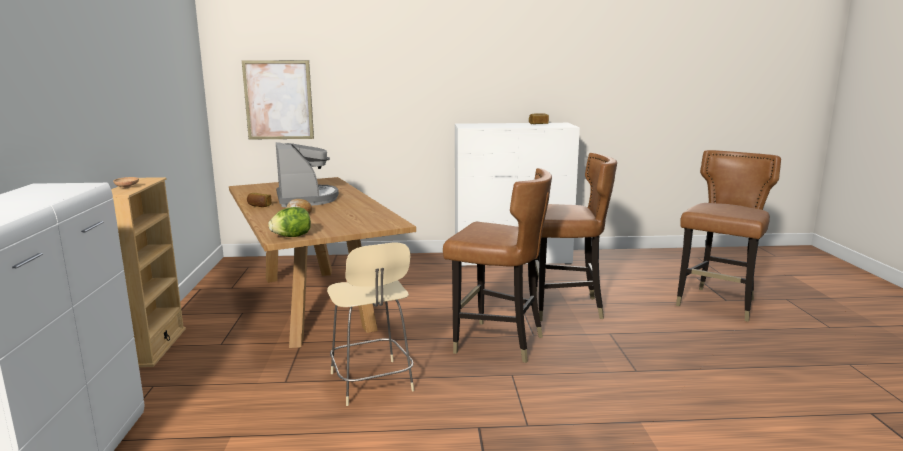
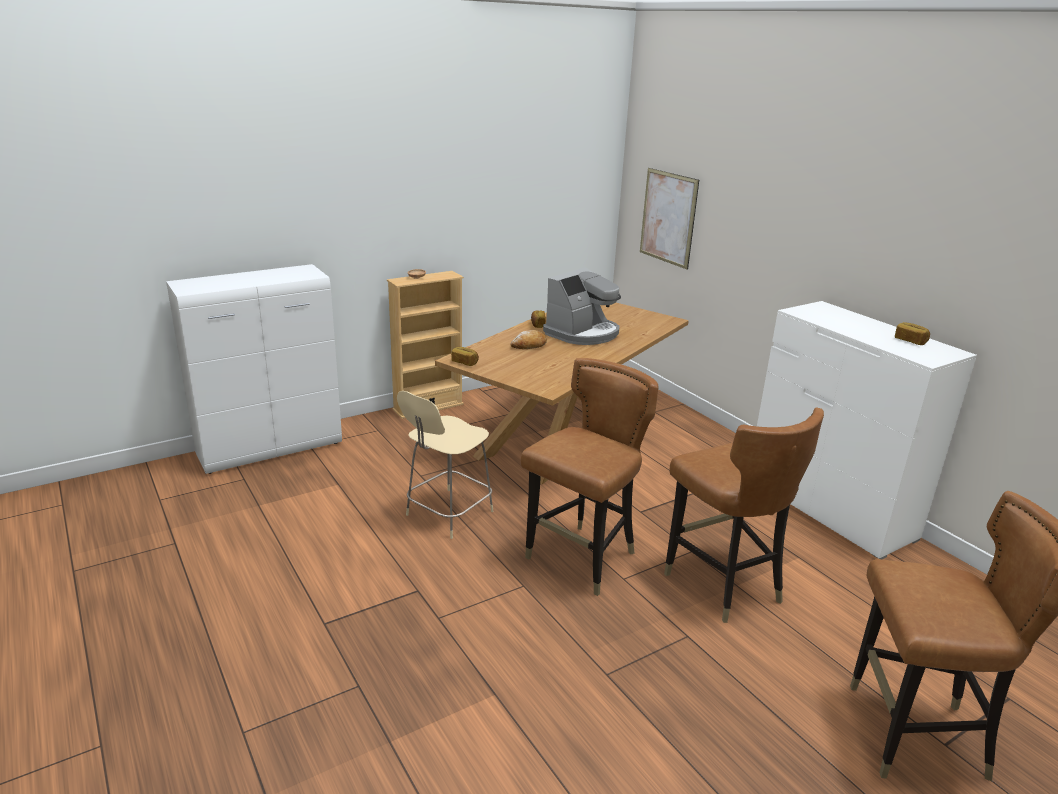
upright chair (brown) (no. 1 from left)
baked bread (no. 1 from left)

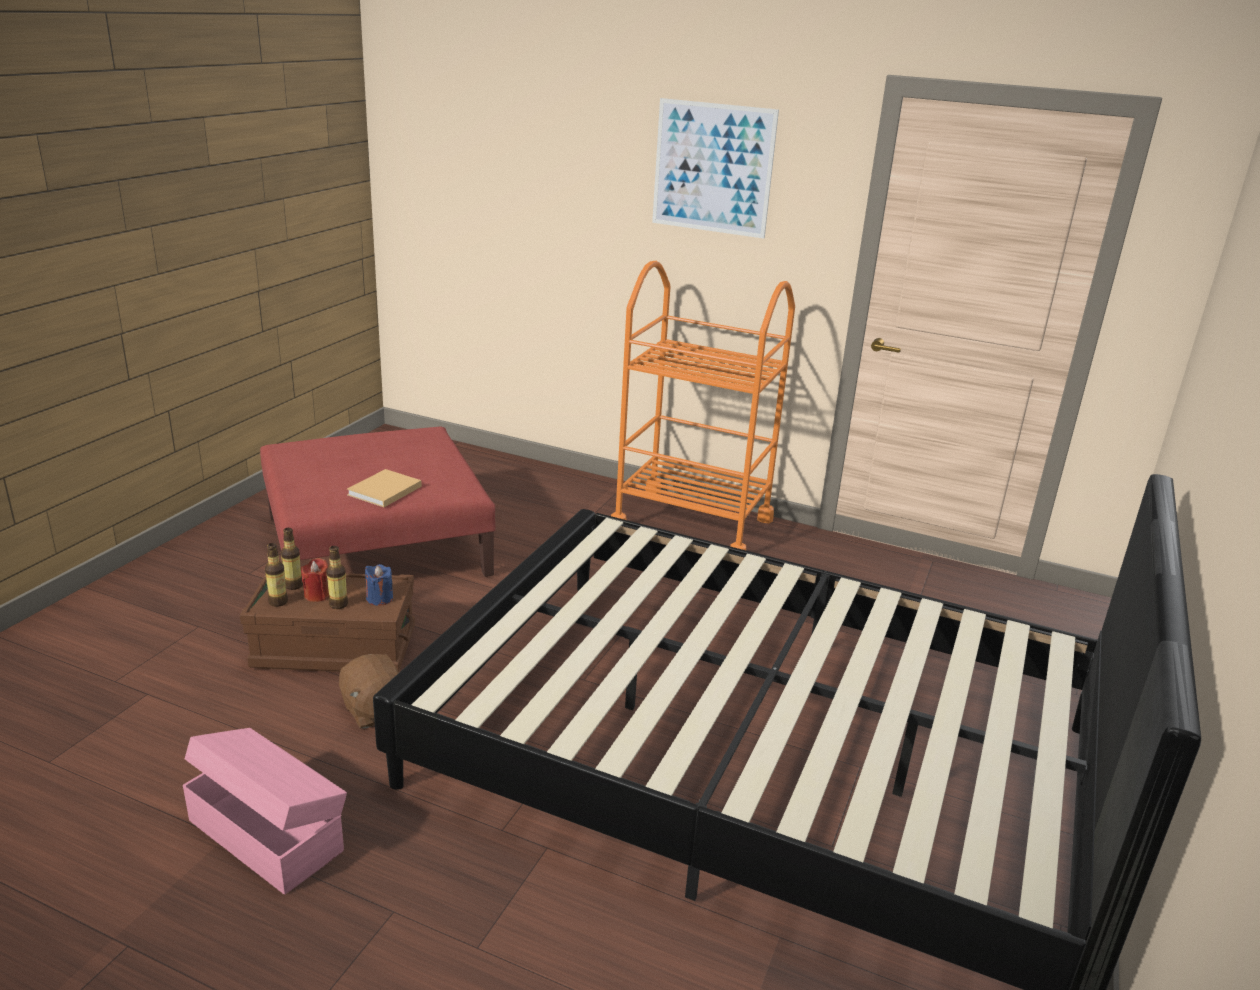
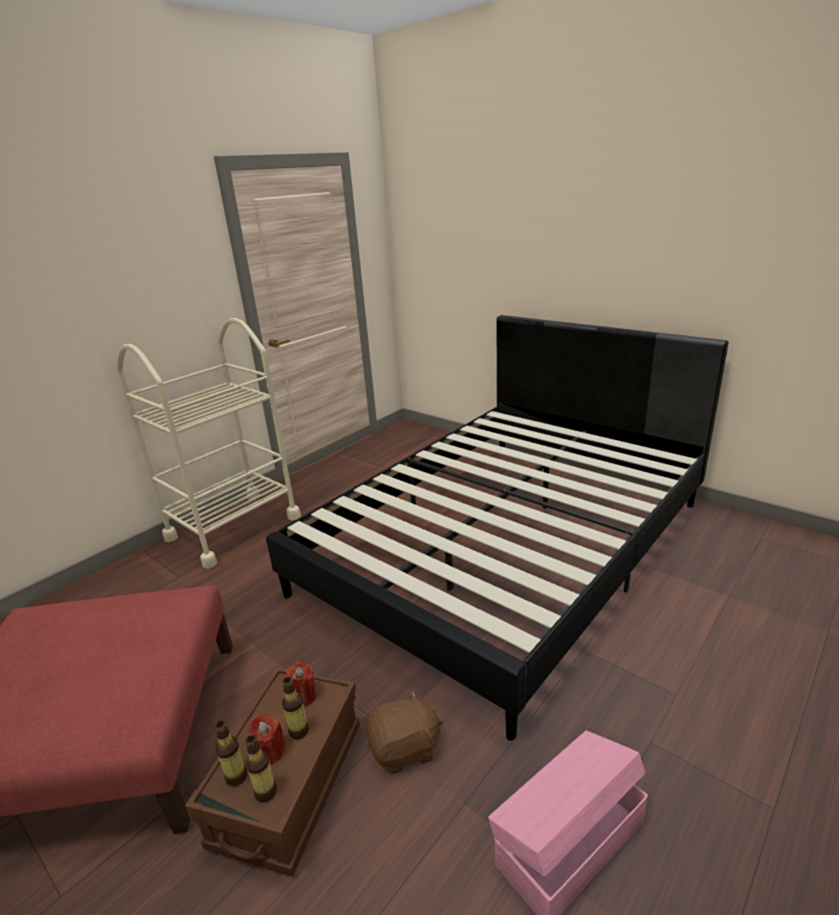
picture
trolley (beige)
book (beige)
candle (red-coloured) (no. 2 from left)

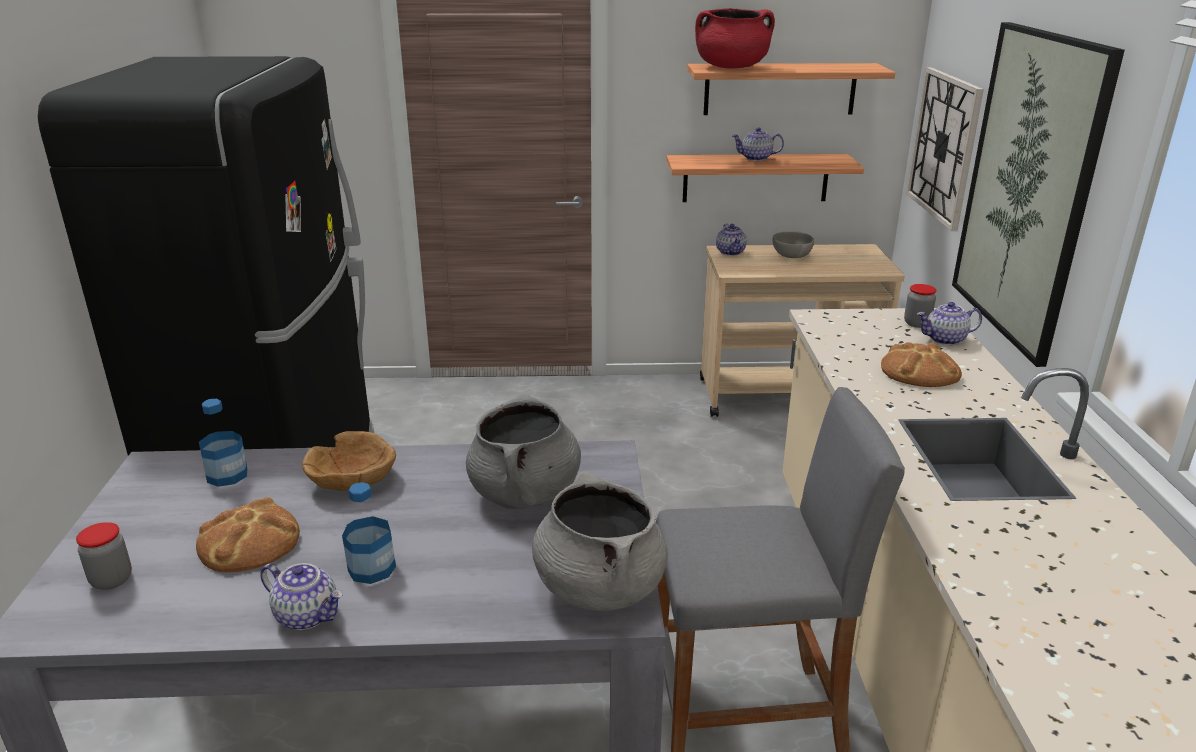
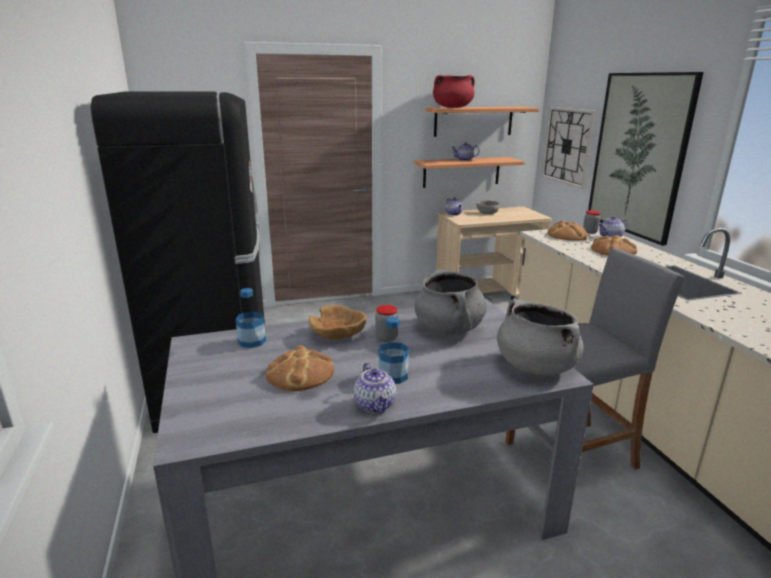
preserve jar (no. 1 from left)
pot for tea (no. 1 from left)
baked bread (no. 2 from left)

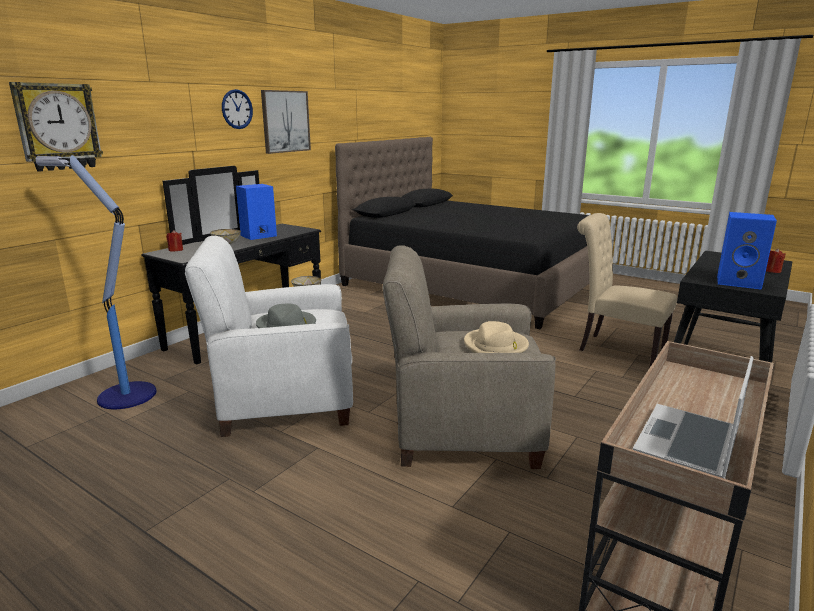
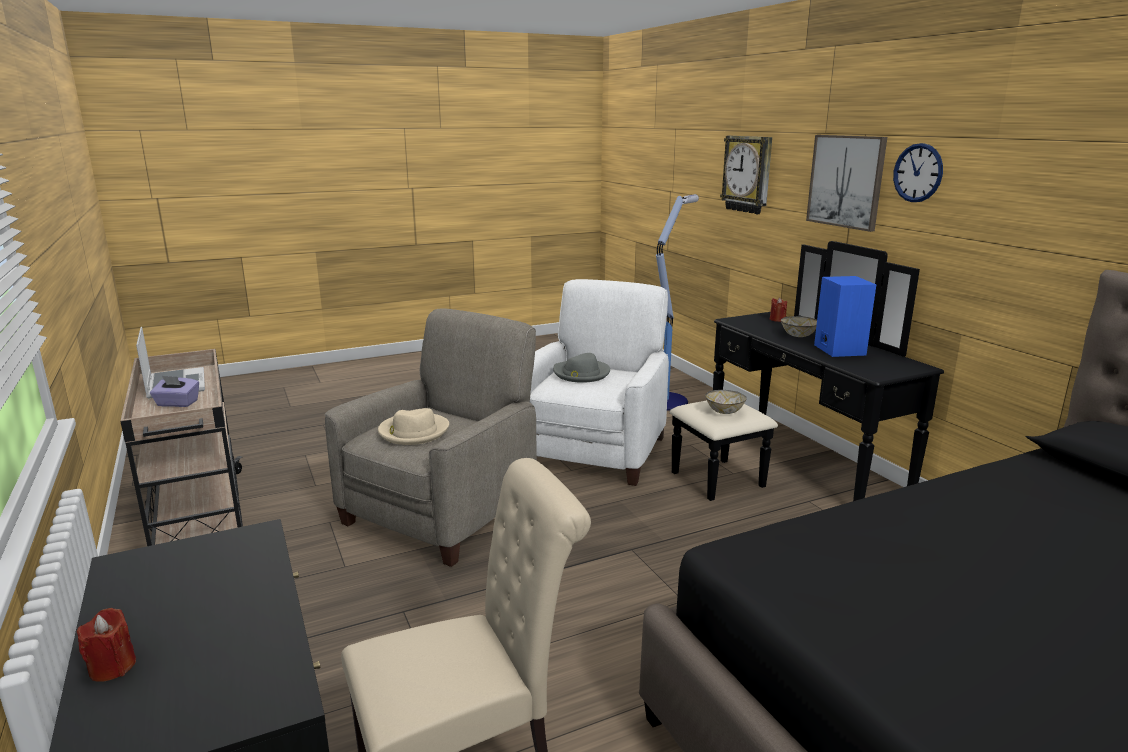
picture
loudspeaker (bluish) (no. 2 from left in the first image)
box of tissues (purple)

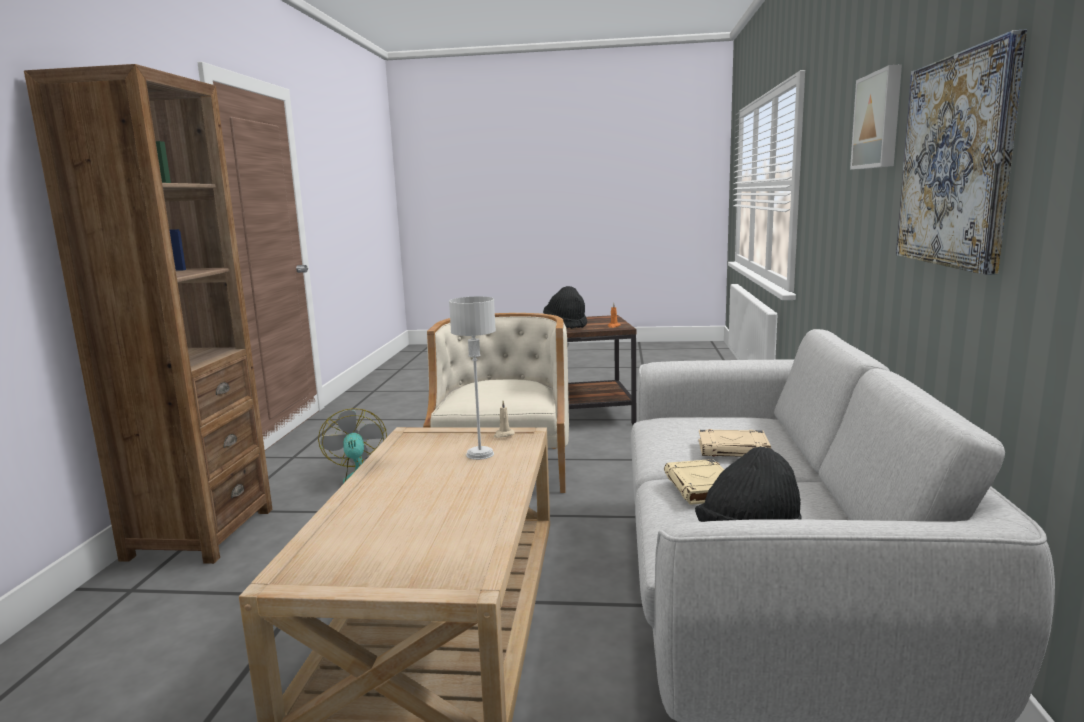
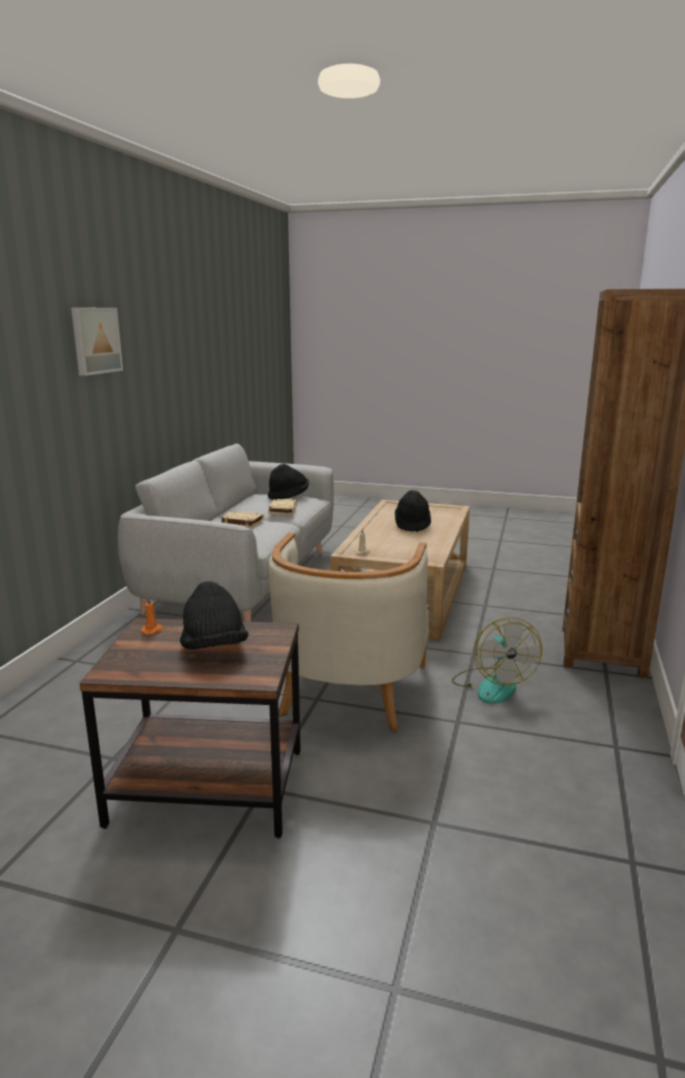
picture (no. 2 from left in the first image)
tabletop lamp (greyish)
hat (black-coloured) (no. 3 from left)

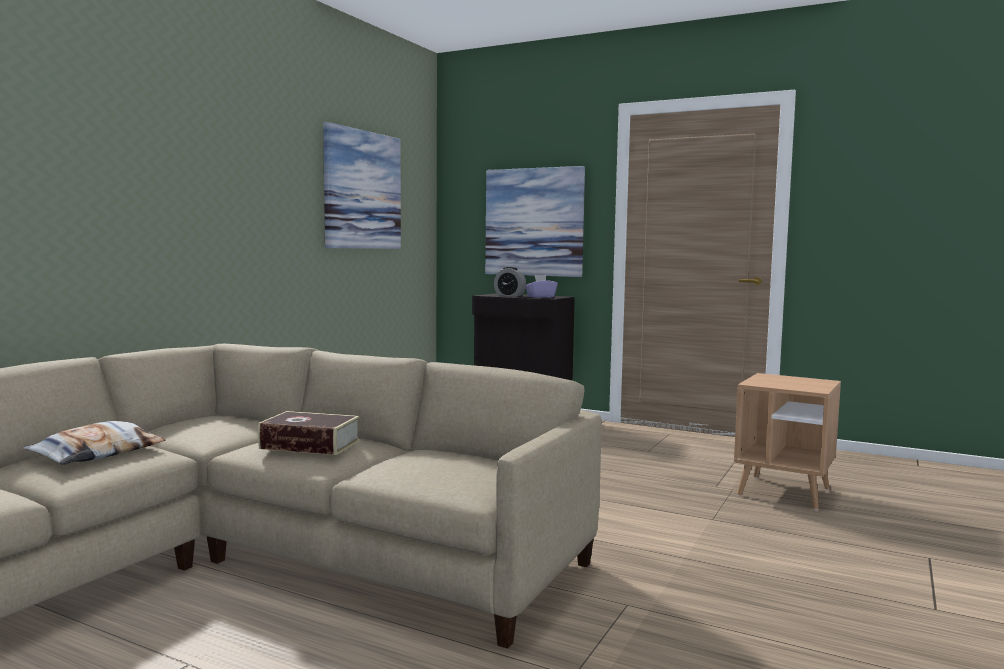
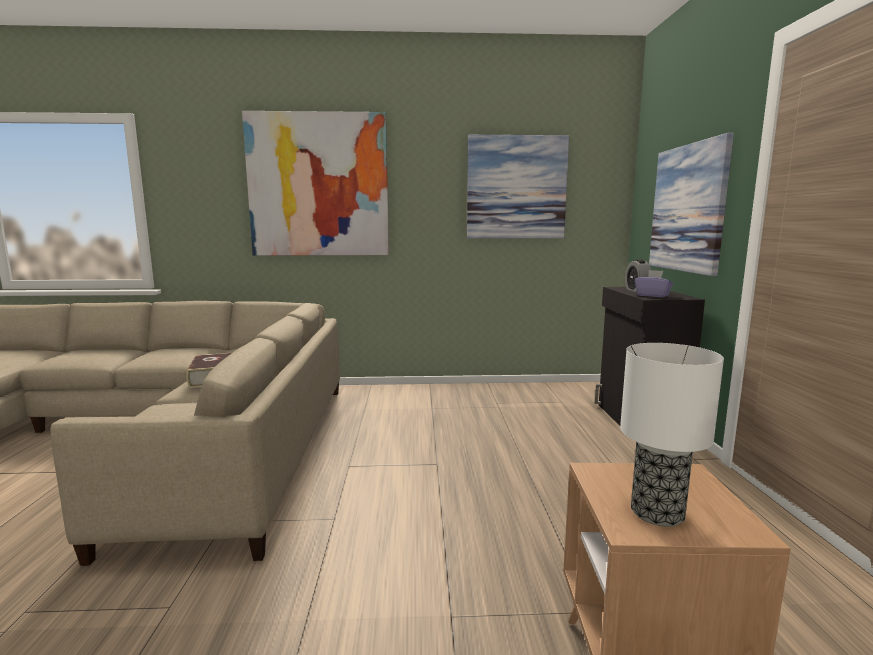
pillow
picture (no. 1 from left)
tabletop lamp

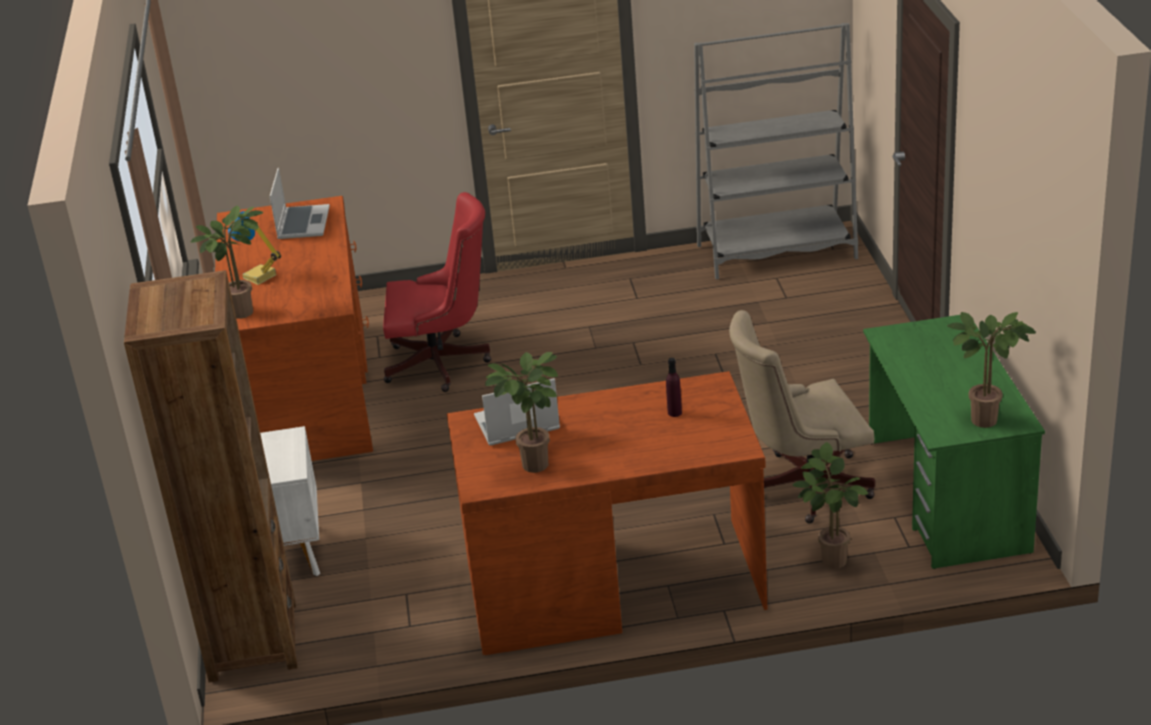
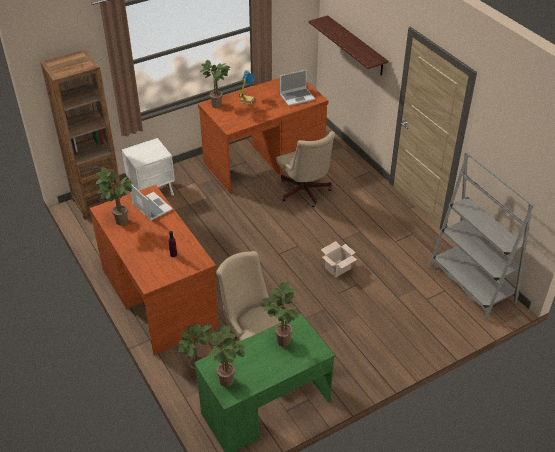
computer chair (beige) (no. 2 from left)
bracket shelf
carton
potted plant (no. 5 from left)

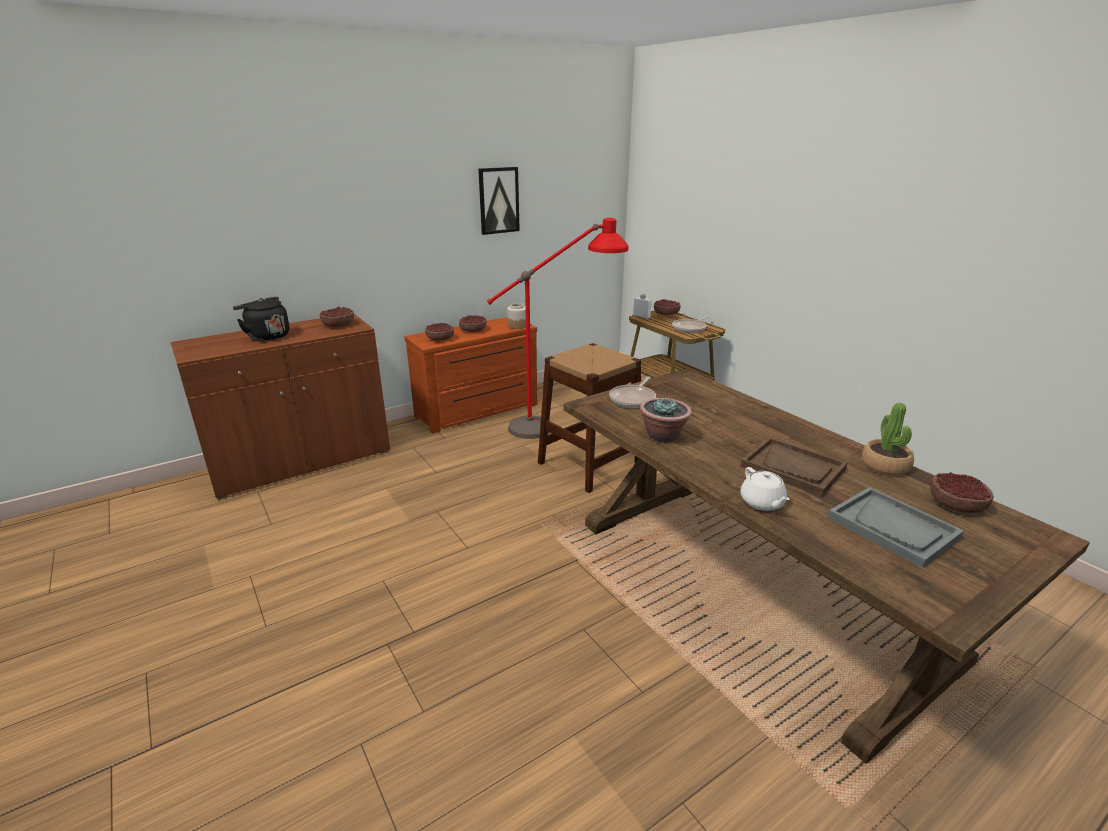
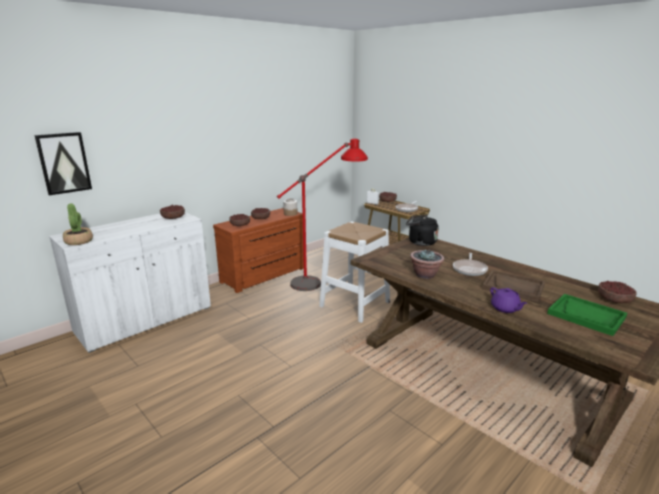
picture
water kettle (black-coloured)
cabinet (white)
stool (white)
frying pan (no. 2 from left)
potted plant (no. 1 from left)
pot for tea (purple)
carrying tray (greenish)

